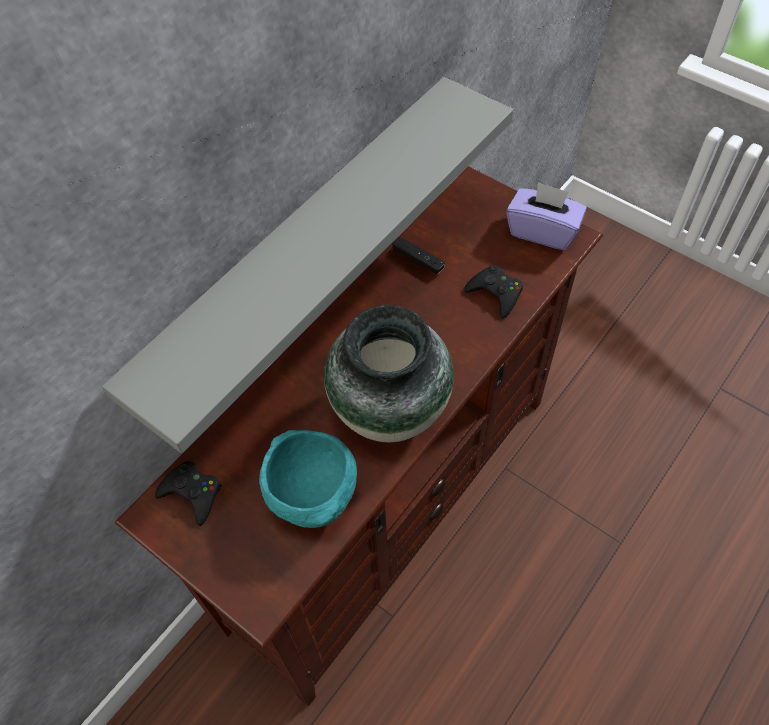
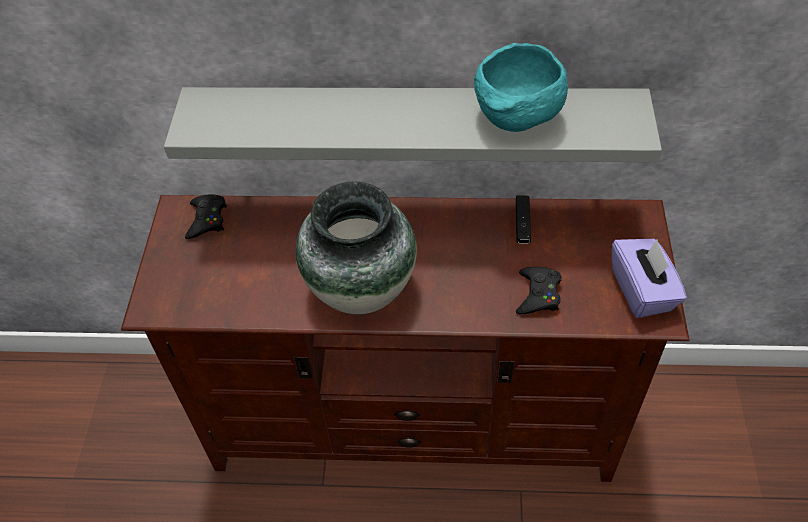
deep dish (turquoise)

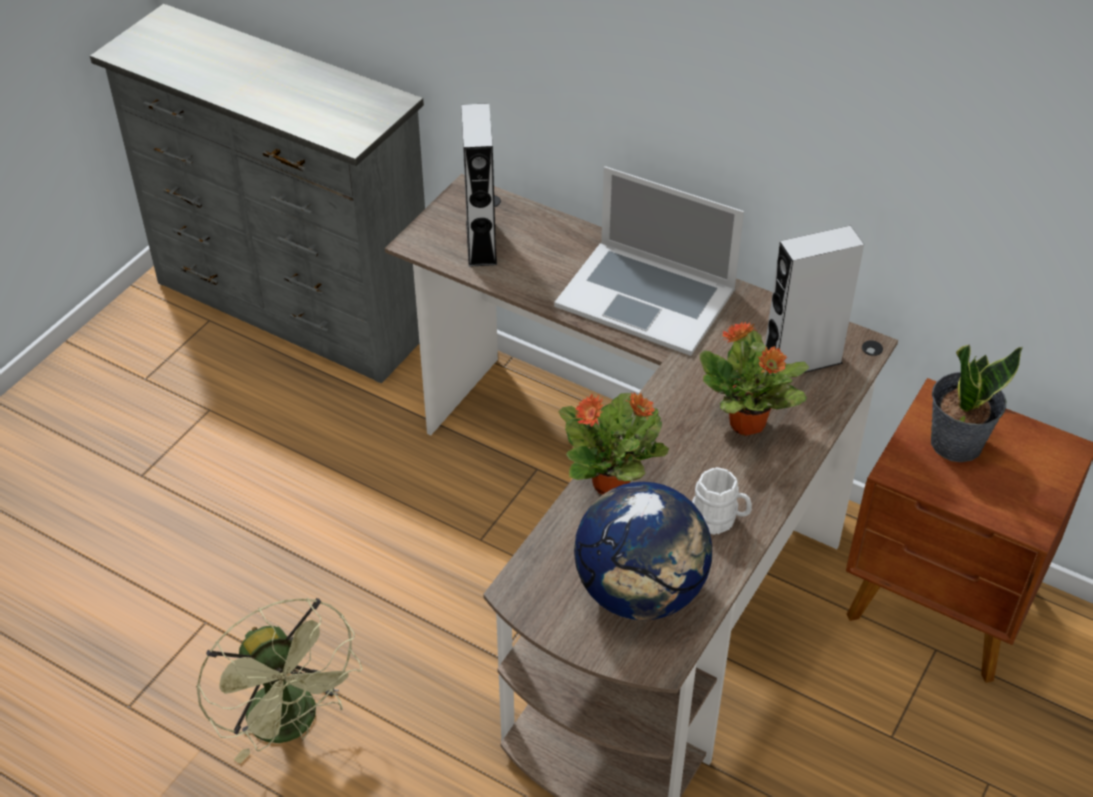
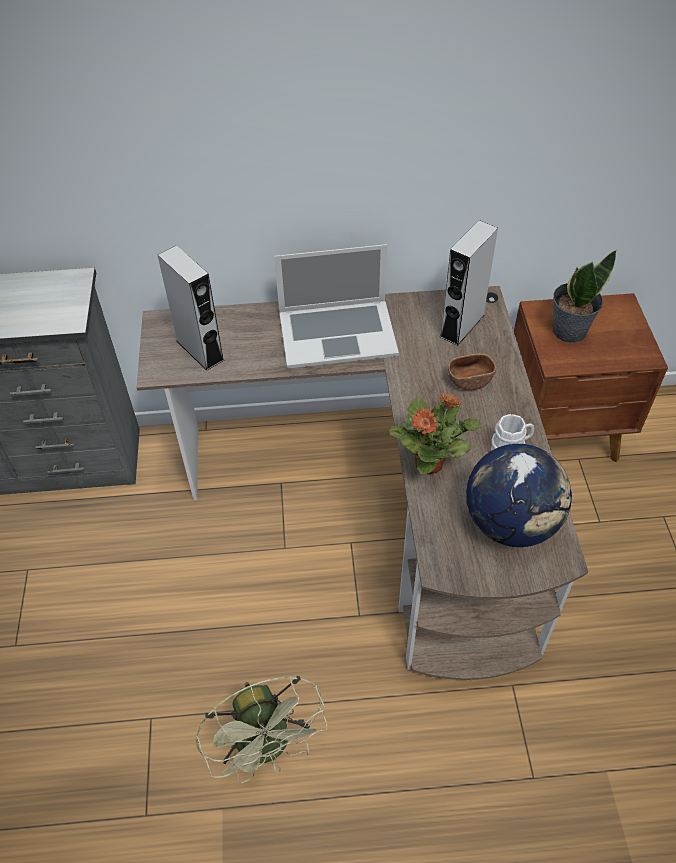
deep dish (brown)
cooling fan (greenish)

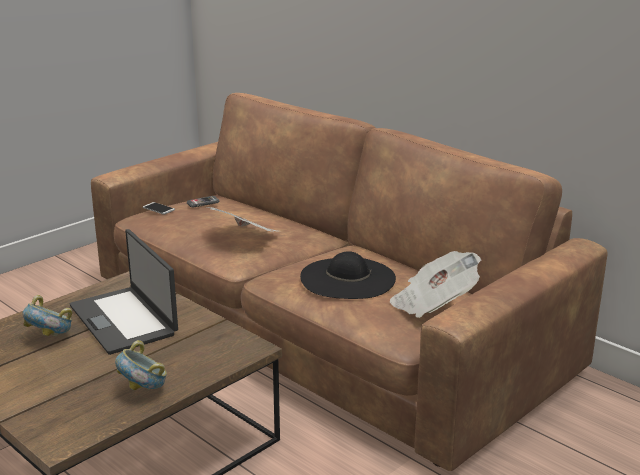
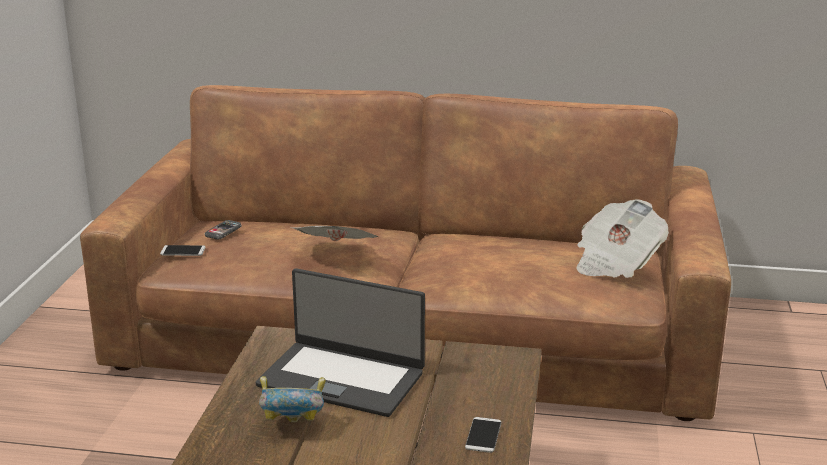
hat (black-coloured)
phone (no. 3 from left)

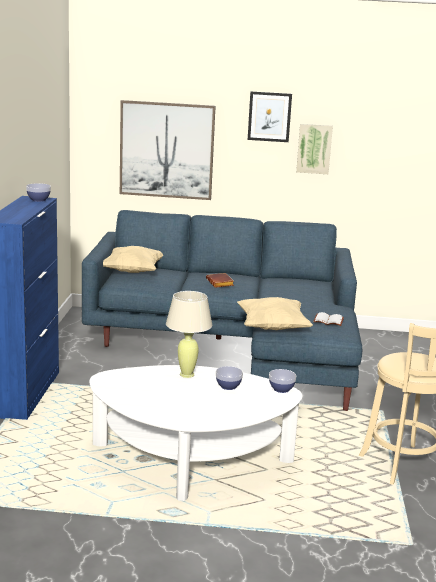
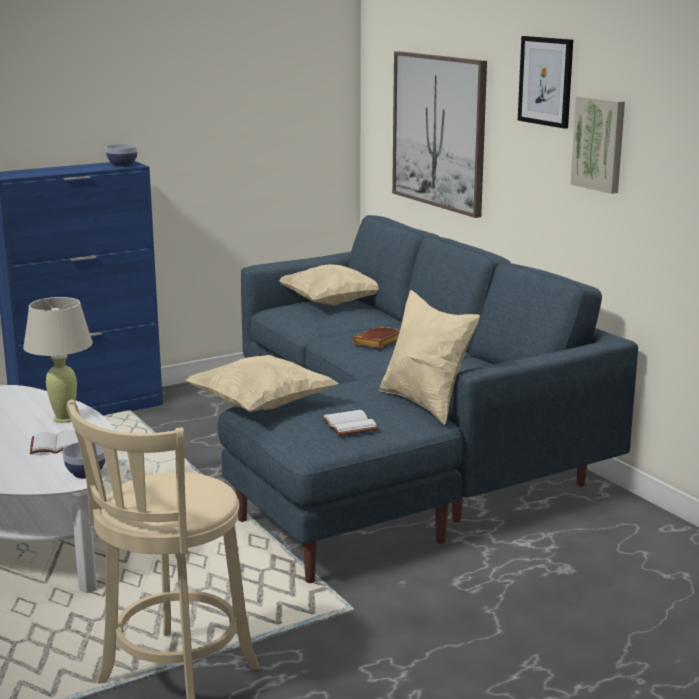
book (white) (no. 1 from left)
pillow (beige) (no. 3 from left)

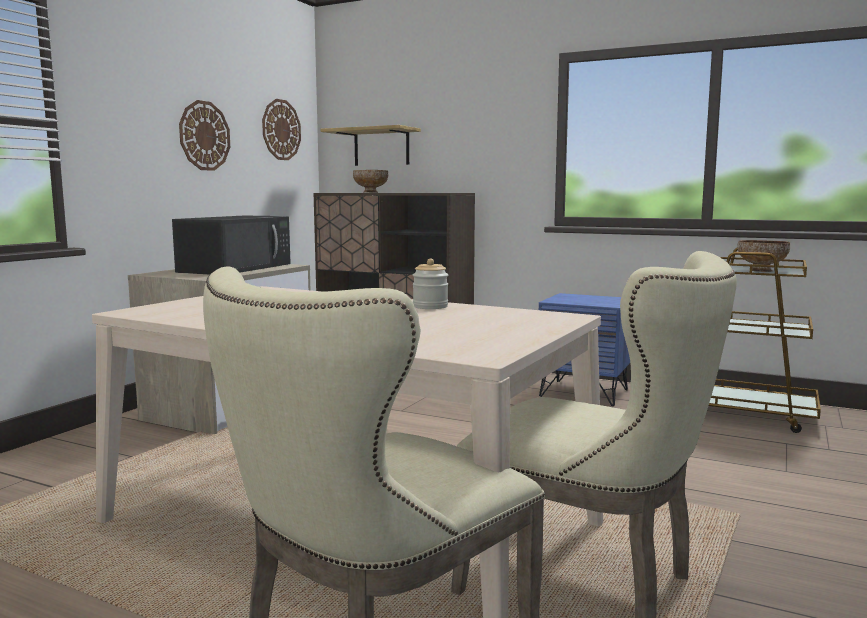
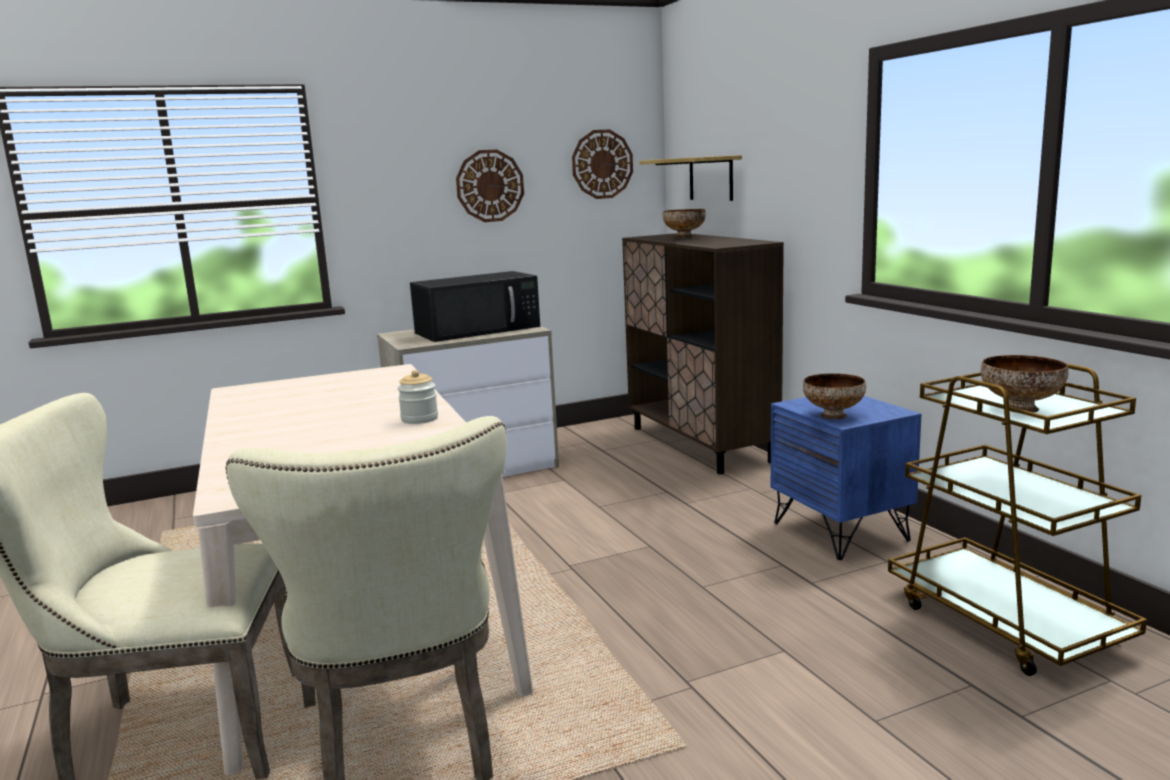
deep dish (no. 2 from left)

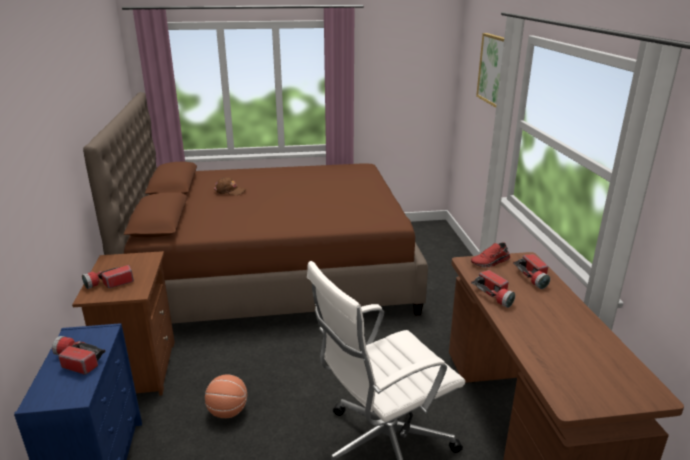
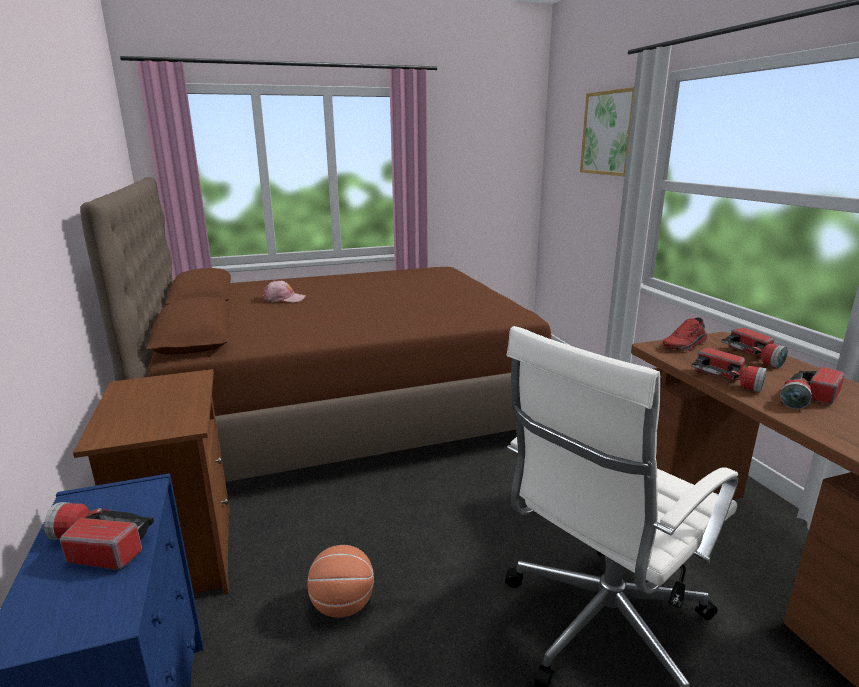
baseball cap (pink-coloured)
hand torch (no. 4 from left)

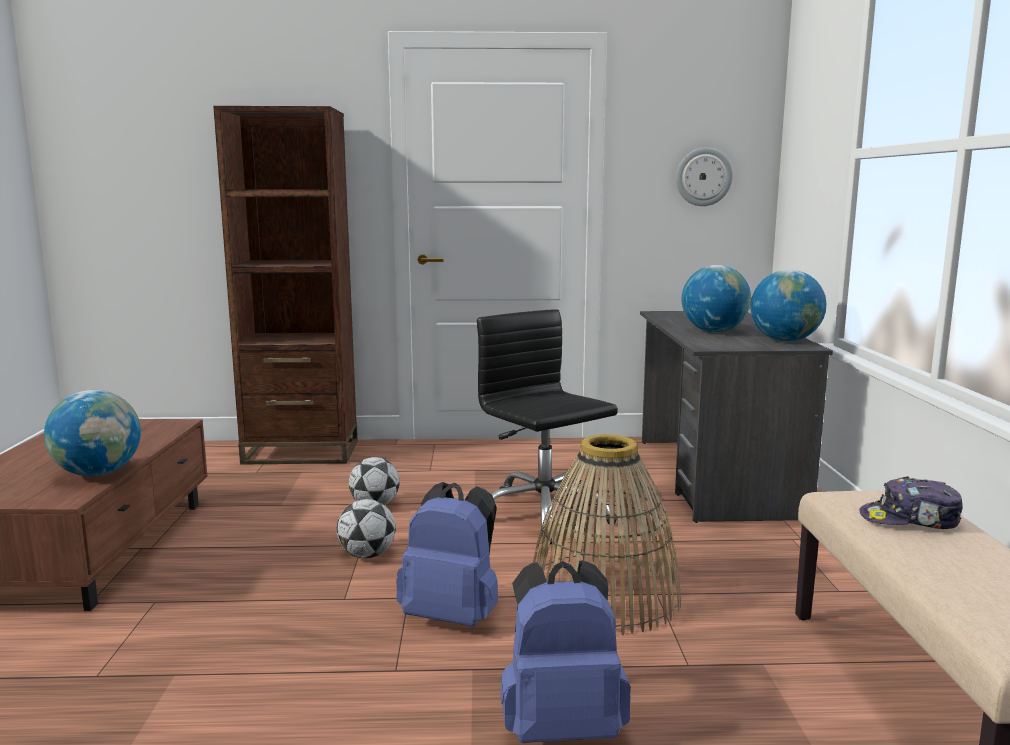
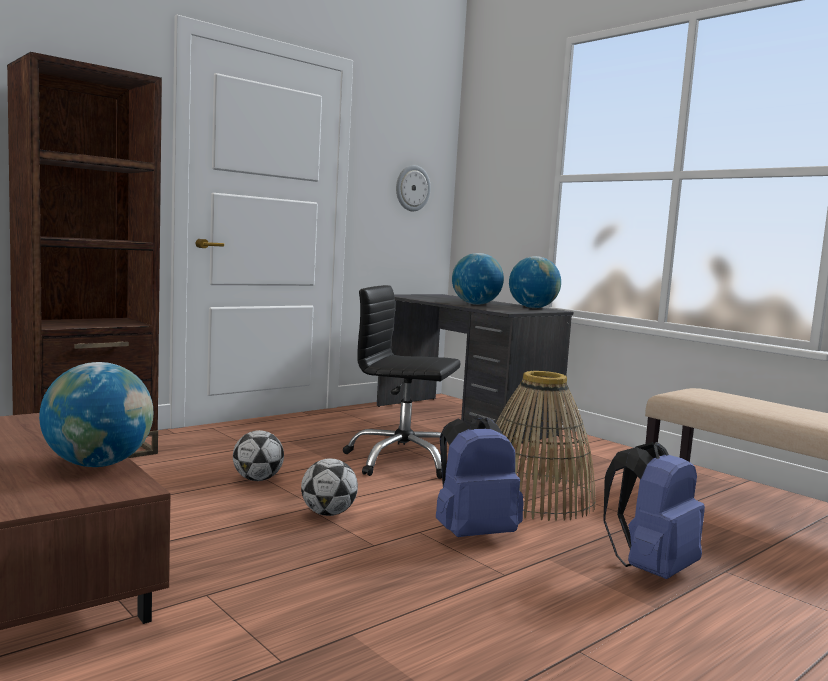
baseball cap

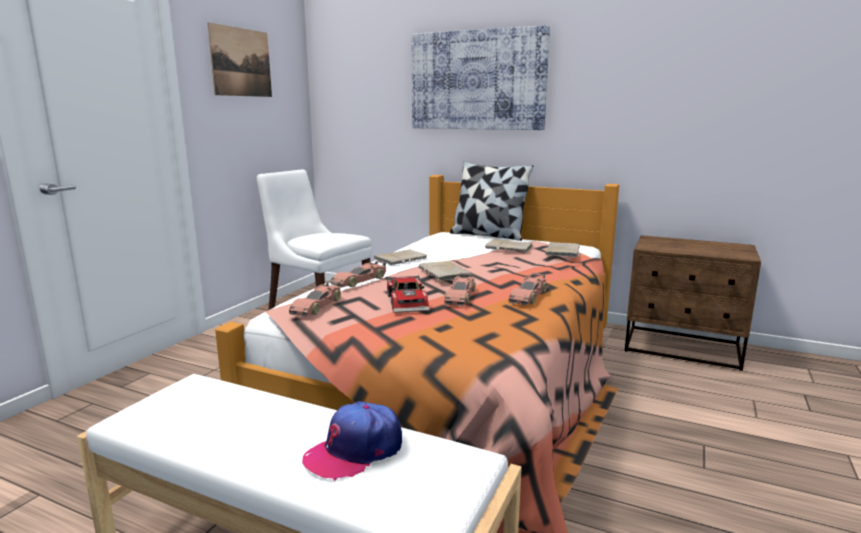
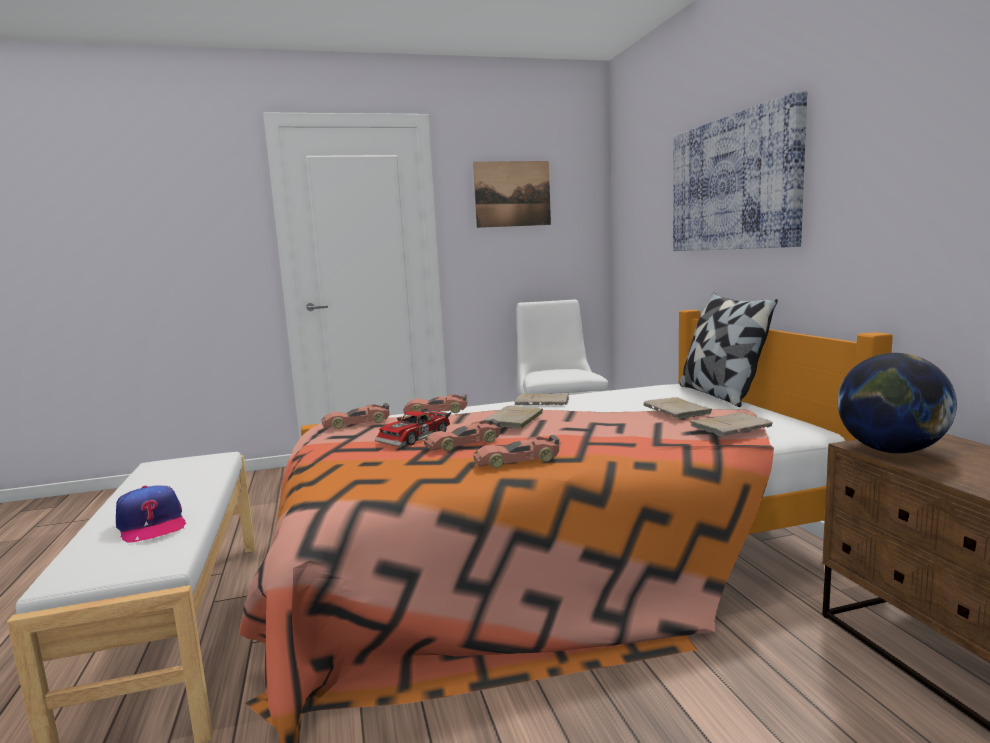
baseball cap
world globe

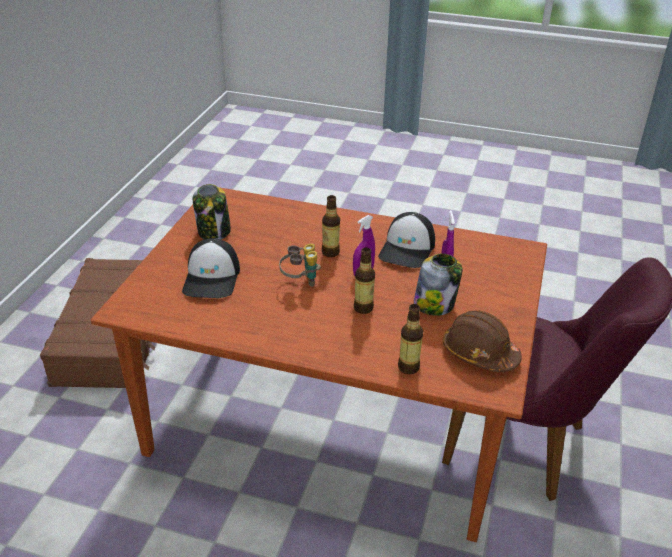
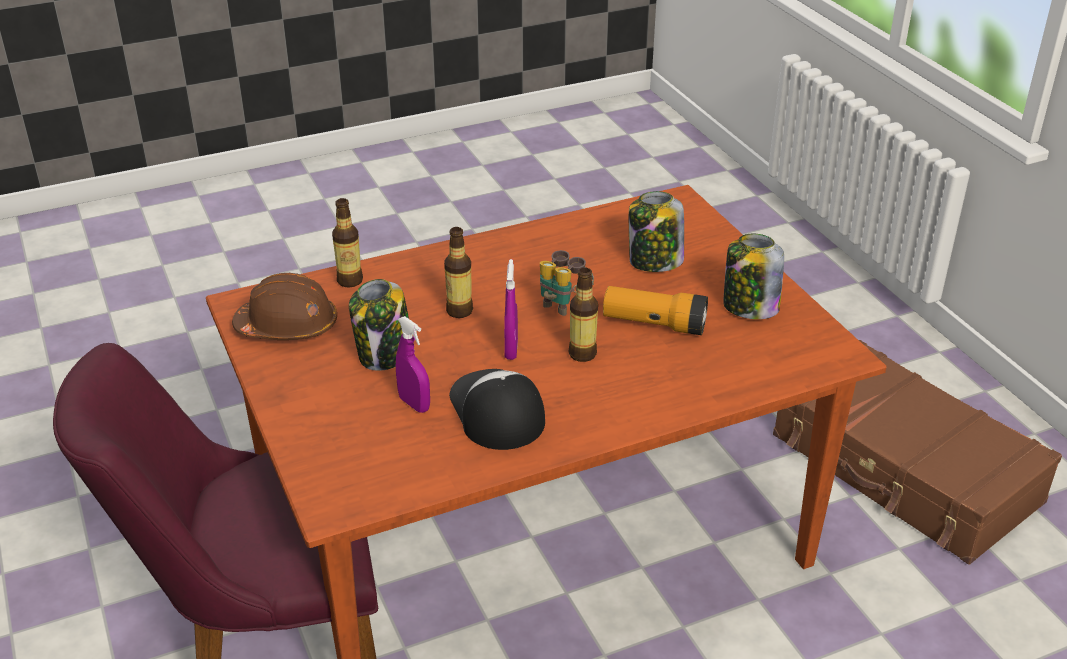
preserve jar (no. 2 from left)
hand torch

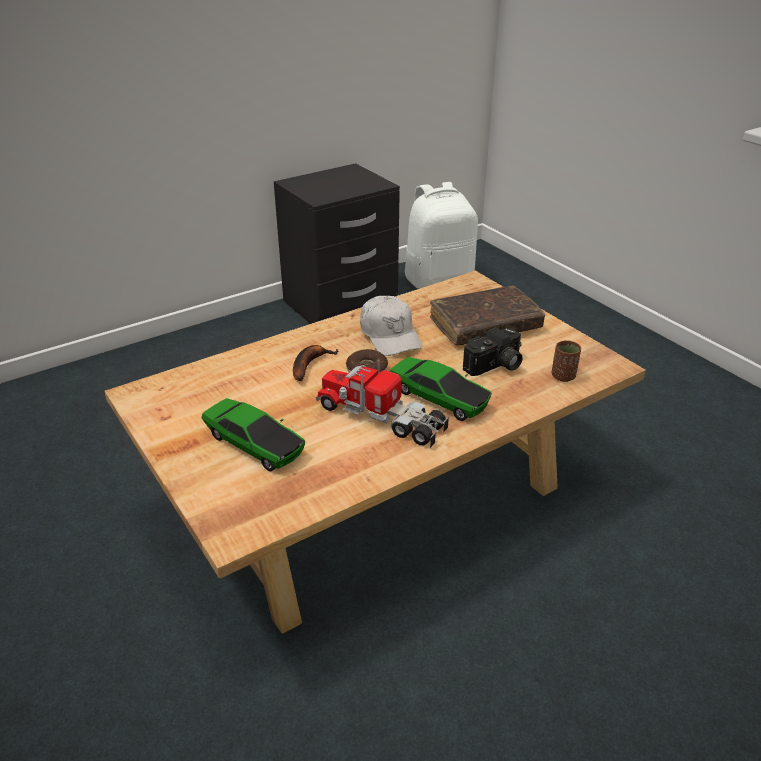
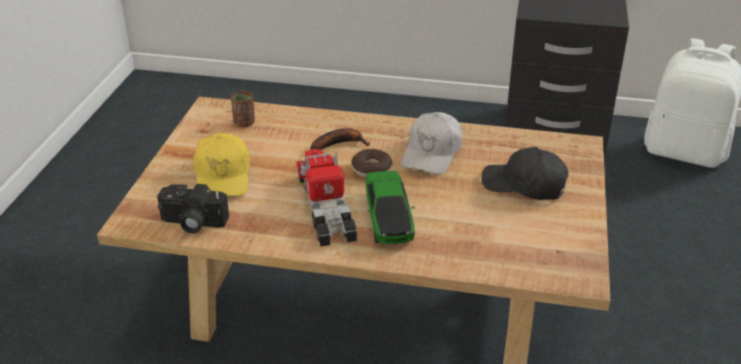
baseball cap (black-coloured)
photo camera
small cup (brown)
baseball cap (yellow-coloured)

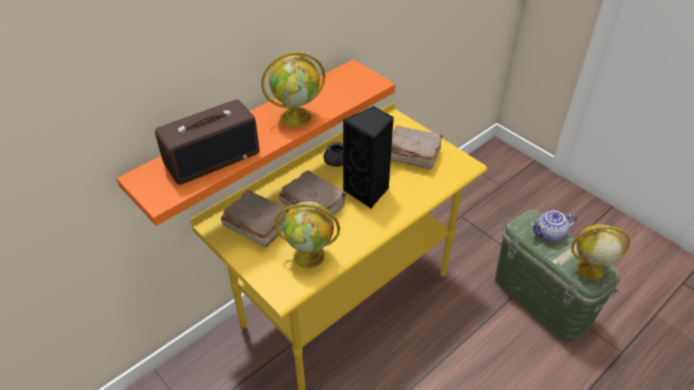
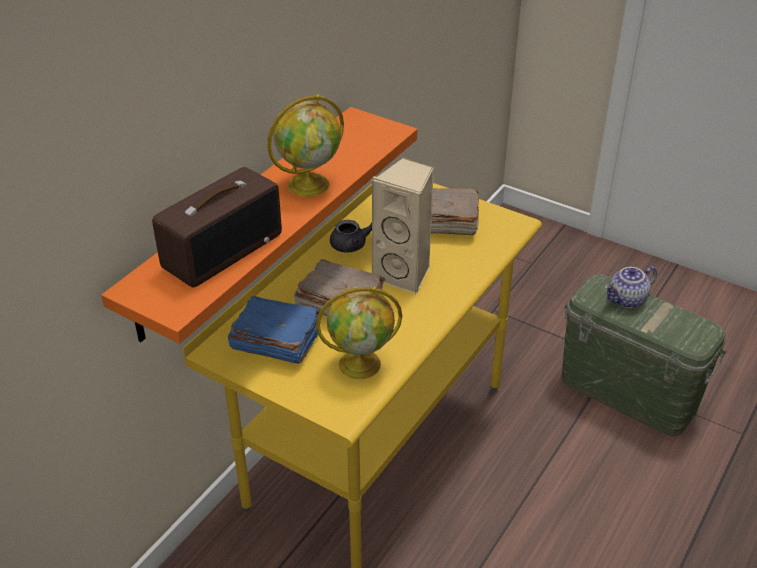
loudspeaker (beige)
book (bluish)
world globe (no. 3 from left in the first image)

